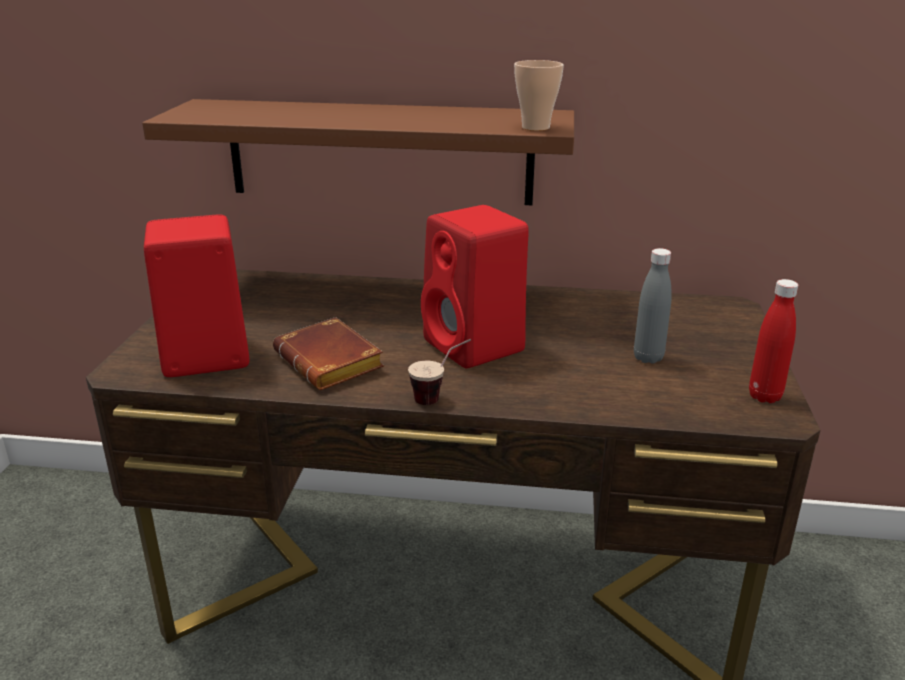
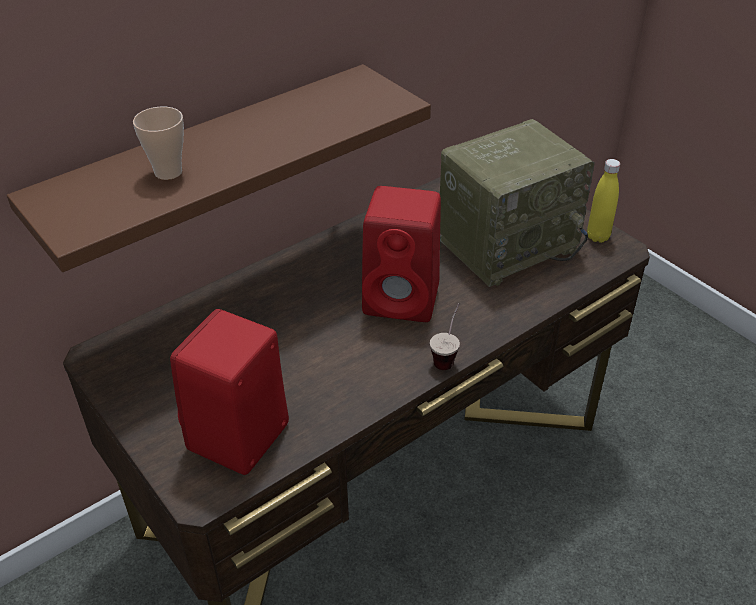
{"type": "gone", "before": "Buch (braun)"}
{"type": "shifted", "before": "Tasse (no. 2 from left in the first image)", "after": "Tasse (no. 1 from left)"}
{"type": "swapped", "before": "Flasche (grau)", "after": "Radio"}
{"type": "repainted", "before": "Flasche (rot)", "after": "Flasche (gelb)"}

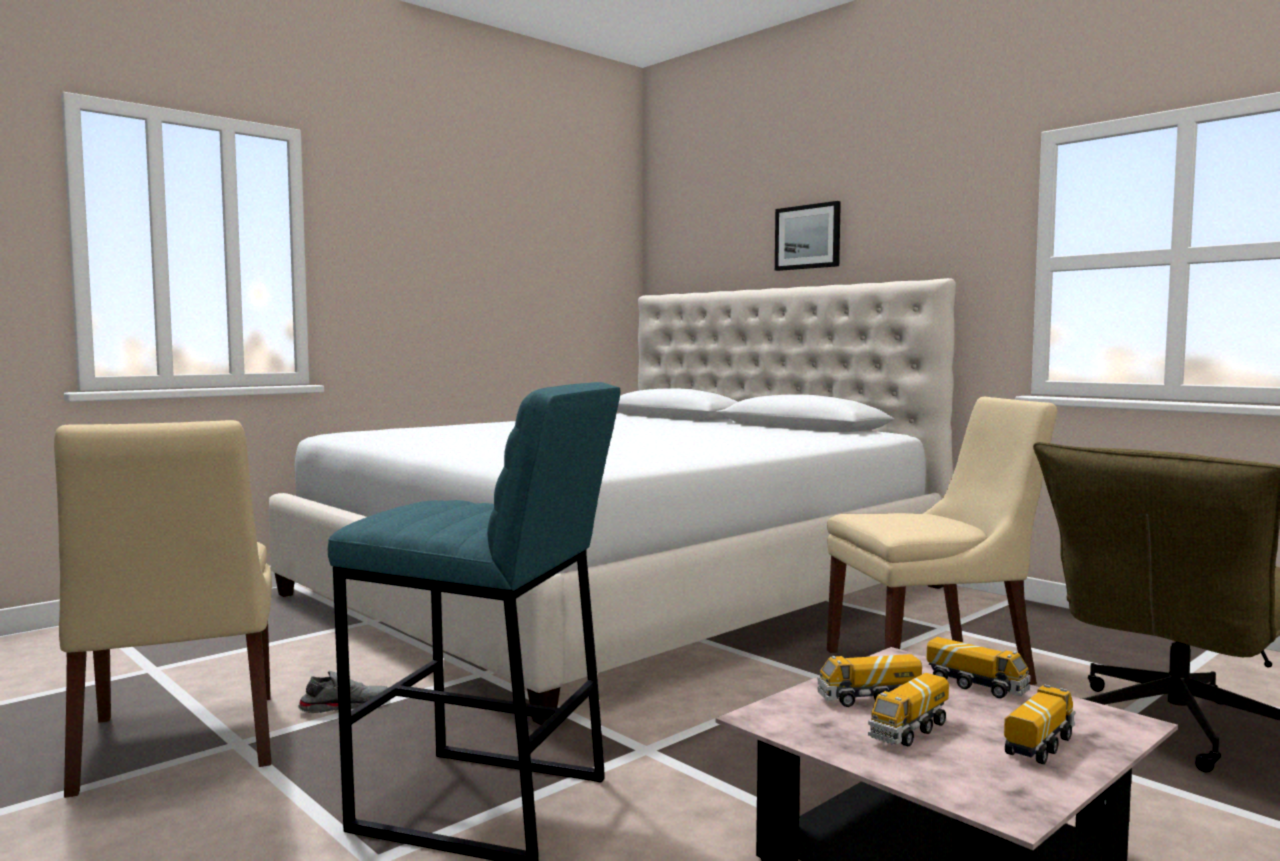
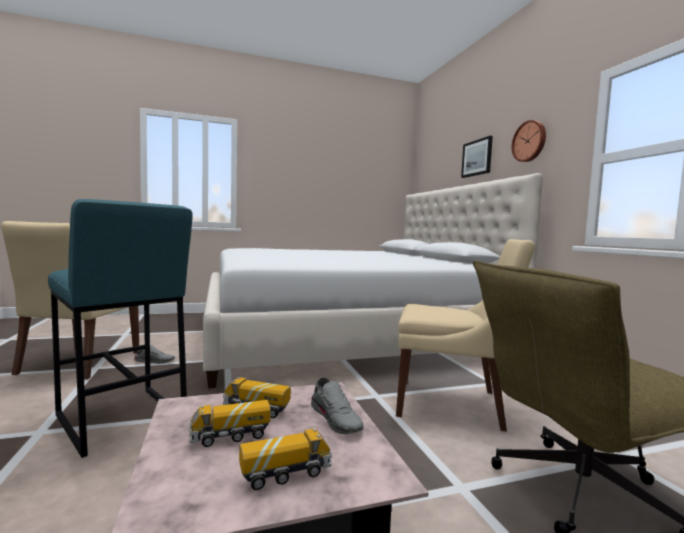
{"type": "new", "after": "Wanduhr"}
{"type": "swapped", "before": "Spielzeuglaster (no. 3 from left)", "after": "Schuh (grau) (no. 2 from left)"}

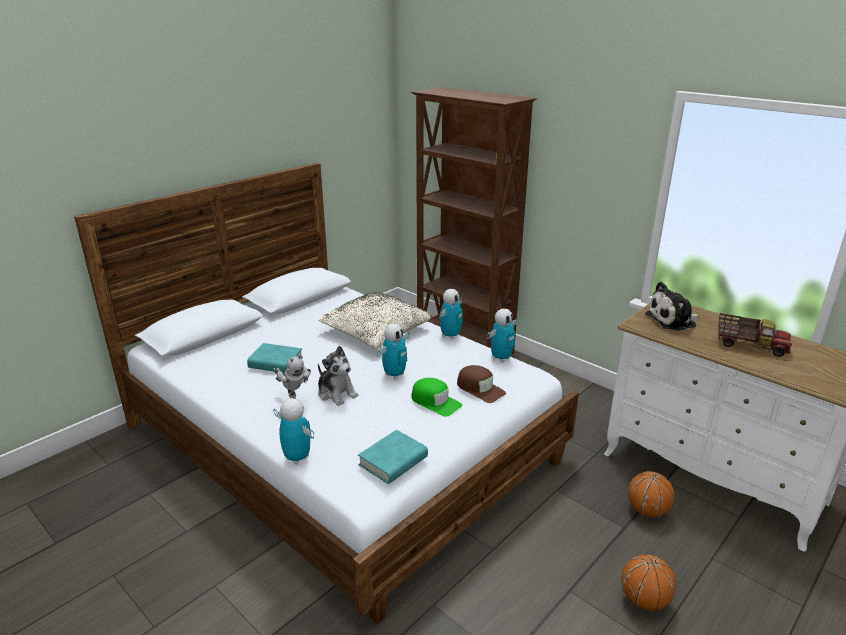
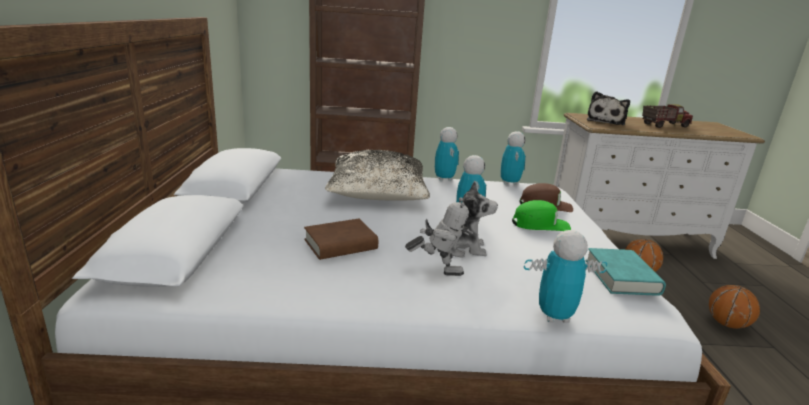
{"type": "repainted", "before": "Buch (türkis) (no. 1 from left)", "after": "Buch (braun)"}

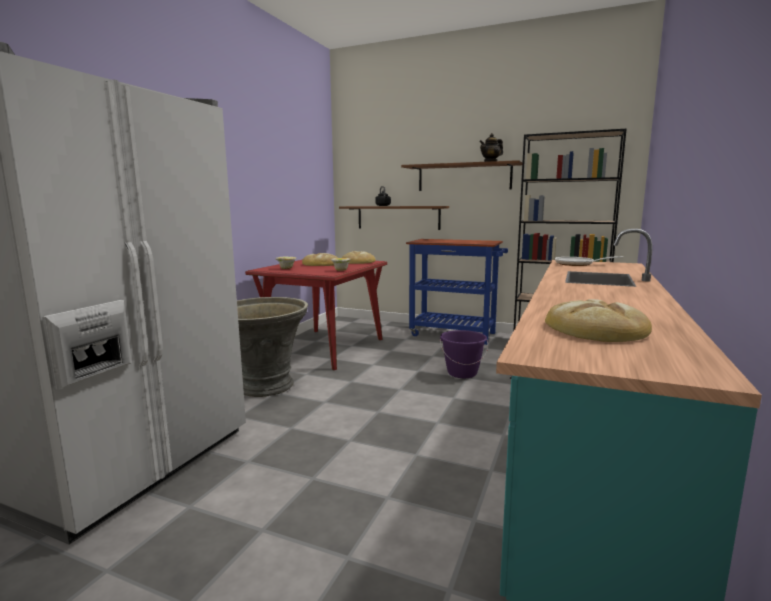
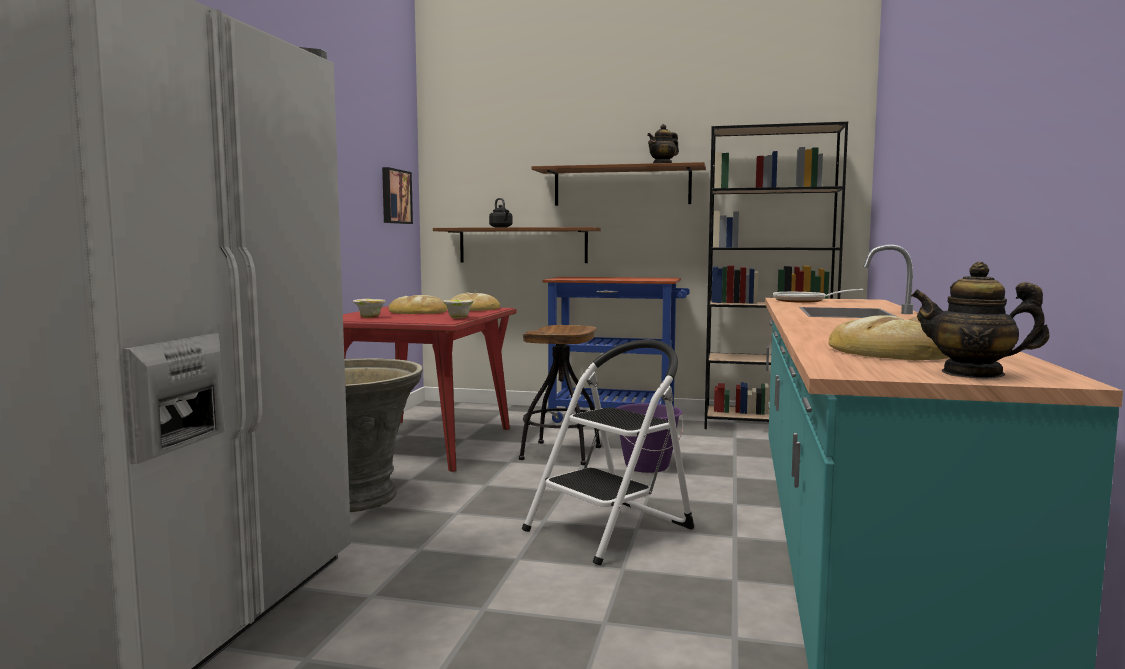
{"type": "new", "after": "Bild"}
{"type": "new", "after": "Hocker (braun)"}
{"type": "new", "after": "Trittleiter"}
{"type": "new", "after": "Teekanne (no. 2 from left)"}

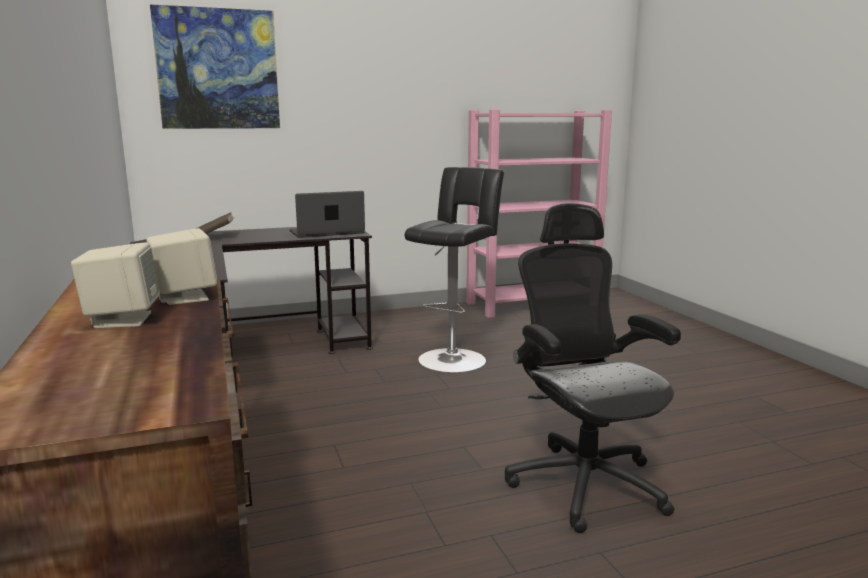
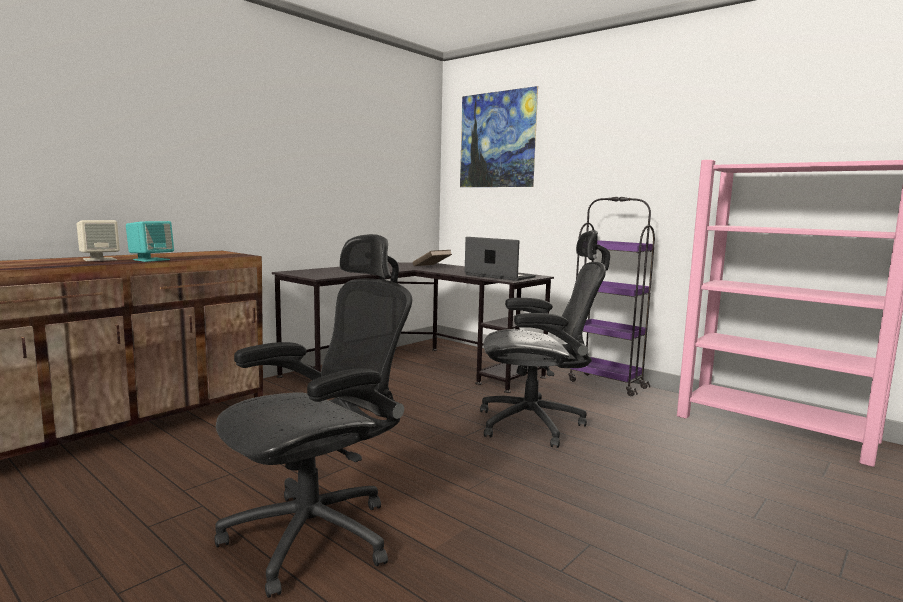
{"type": "new", "after": "Rollwagen (lila)"}
{"type": "swapped", "before": "Hocker (schwarz)", "after": "Bürostuhl (no. 2 from left)"}
{"type": "repainted", "before": "Lautsprecher (beige) (no. 2 from left)", "after": "Lautsprecher (türkis)"}

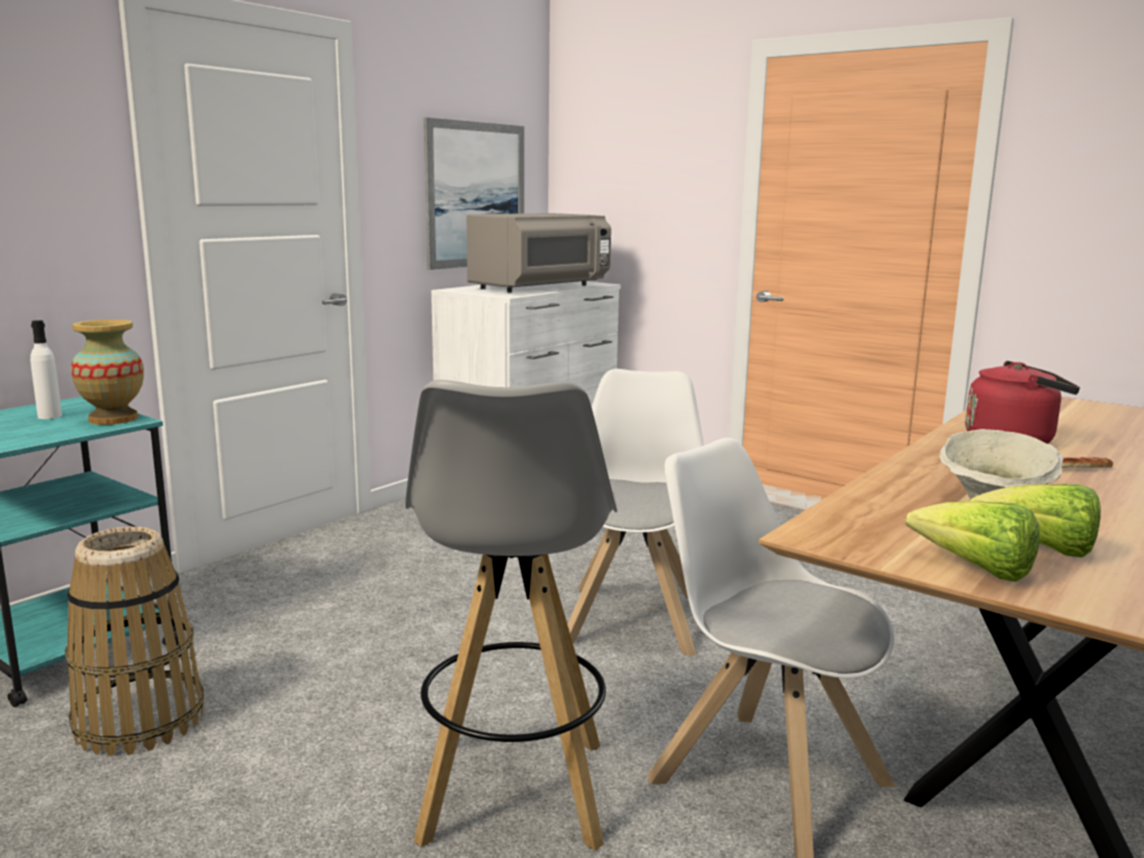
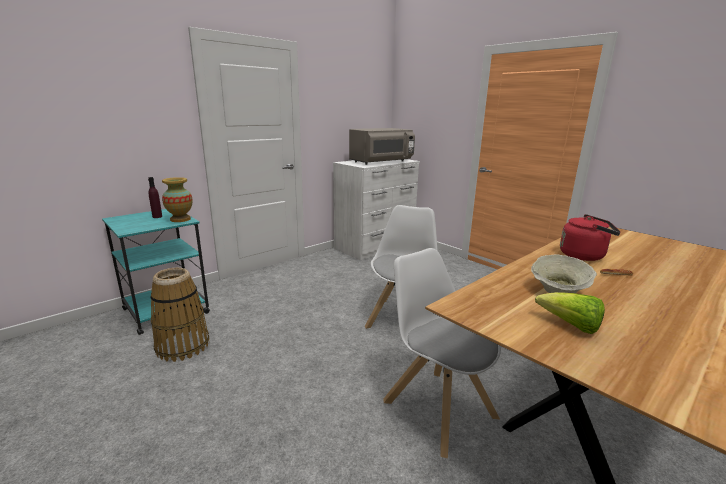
{"type": "gone", "before": "Hocker (grau)"}
{"type": "gone", "before": "Bild"}
{"type": "gone", "before": "Salatkopf (no. 1 from left)"}
{"type": "repainted", "before": "Flasche (weiß)", "after": "Flasche (lila)"}

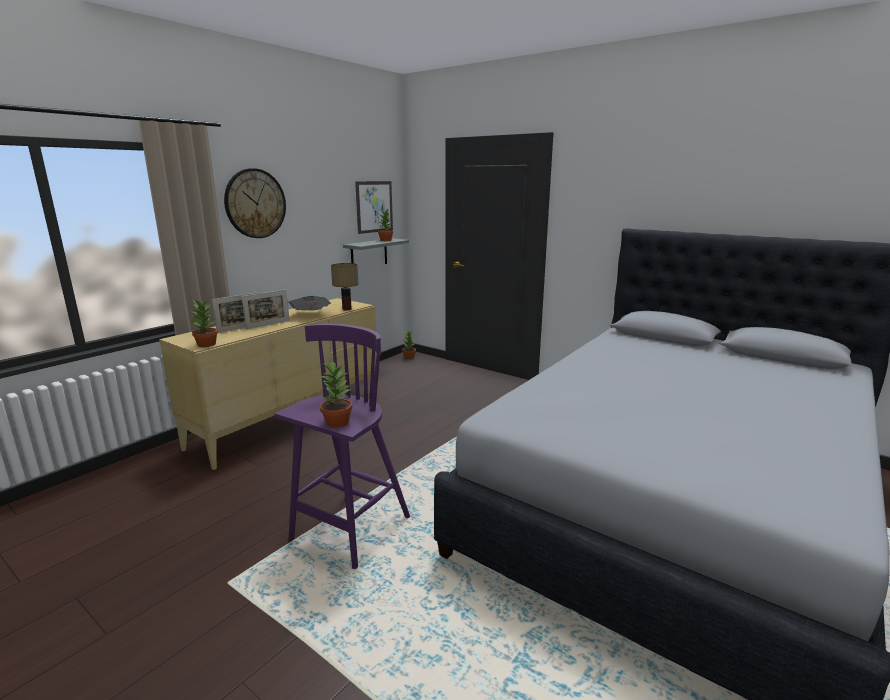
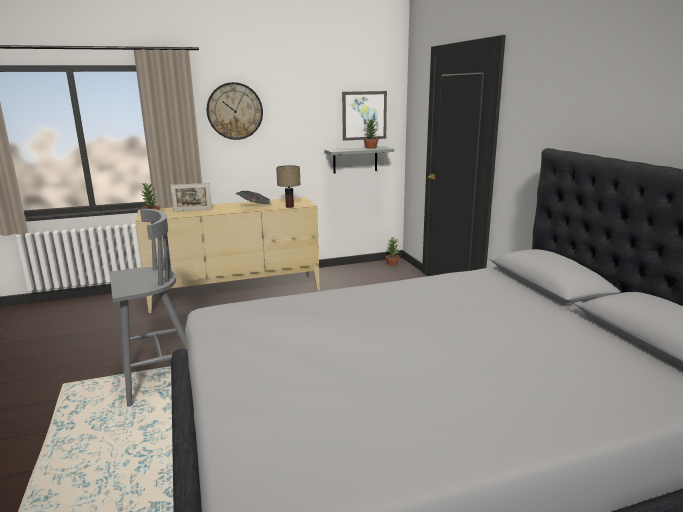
{"type": "gone", "before": "Bilderrahmen (no. 2 from left)"}
{"type": "gone", "before": "Topfpflanze (no. 2 from left)"}
{"type": "repainted", "before": "Hocker (lila)", "after": "Hocker (grau)"}

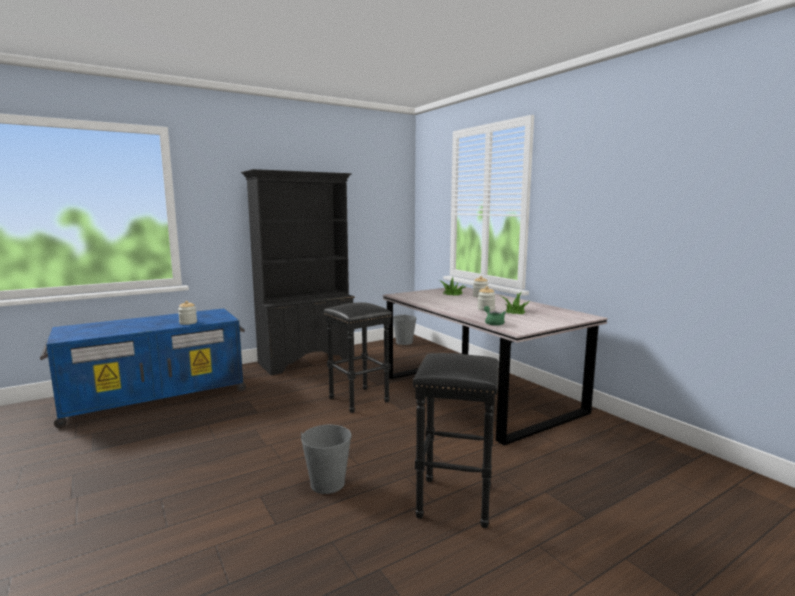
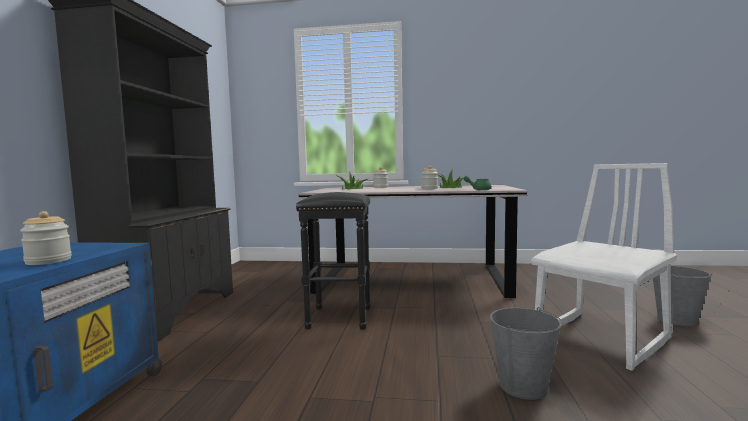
{"type": "shifted", "before": "Eimer (grau) (no. 2 from left)"}
{"type": "swapped", "before": "Hocker (schwarz) (no. 2 from left)", "after": "Stuhl (weiß)"}

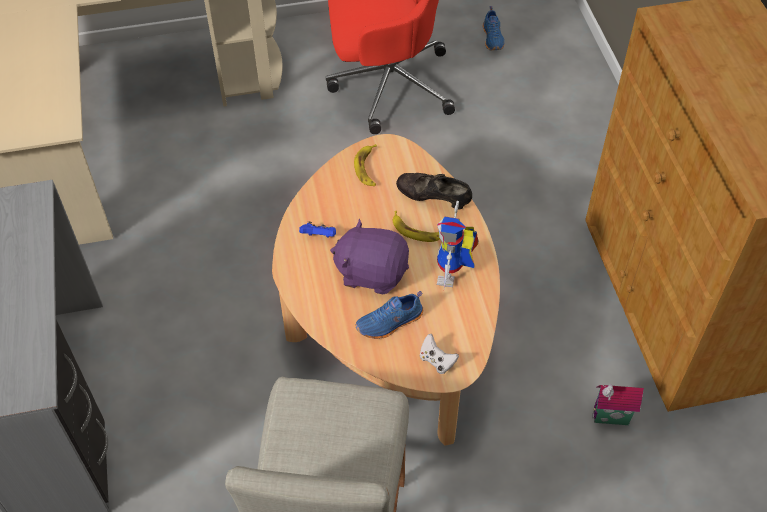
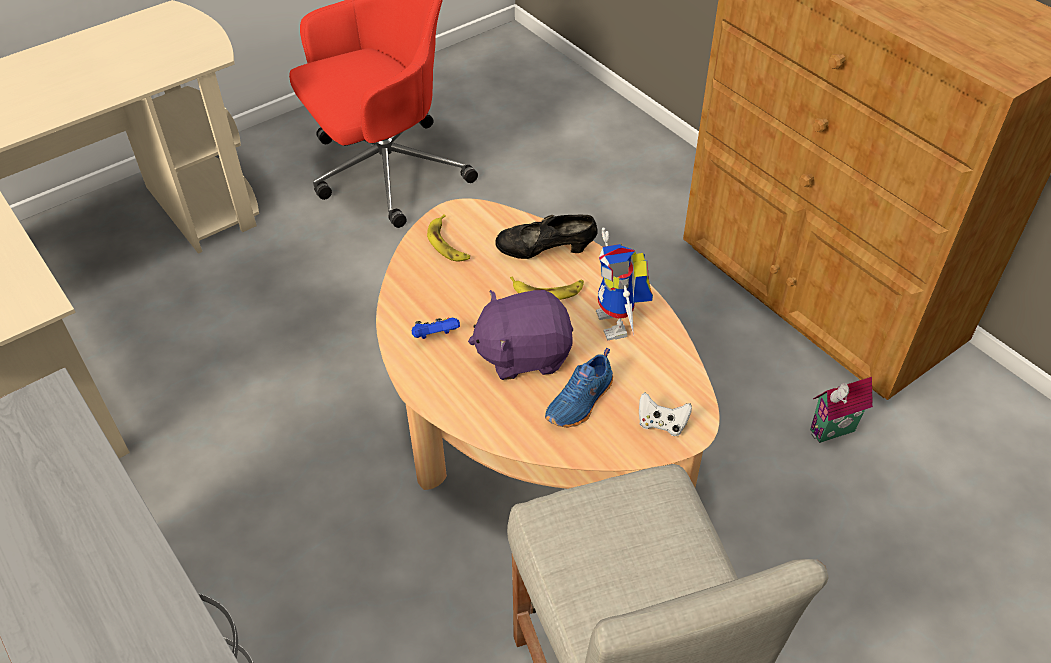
{"type": "gone", "before": "Schuh (blau) (no. 2 from left)"}

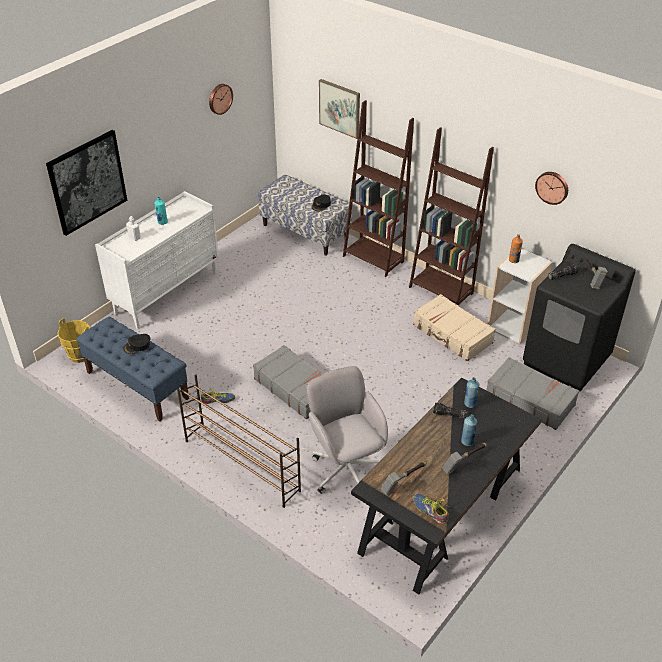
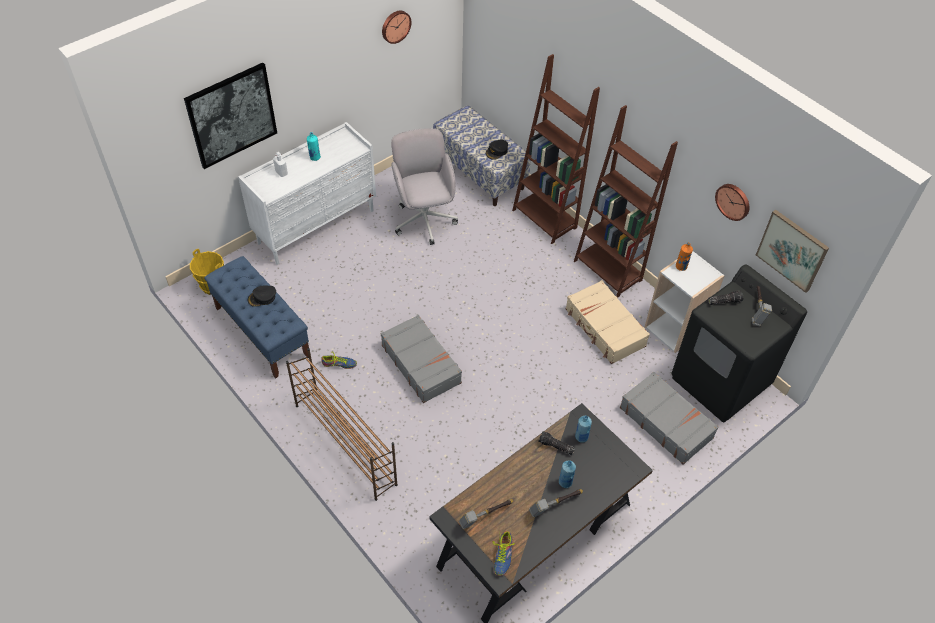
{"type": "shifted", "before": "Bürostuhl (grau)"}
{"type": "shifted", "before": "Bild (no. 2 from left)"}
{"type": "rotated", "before": "Schuh (no. 2 from left)", "turn": -135}

